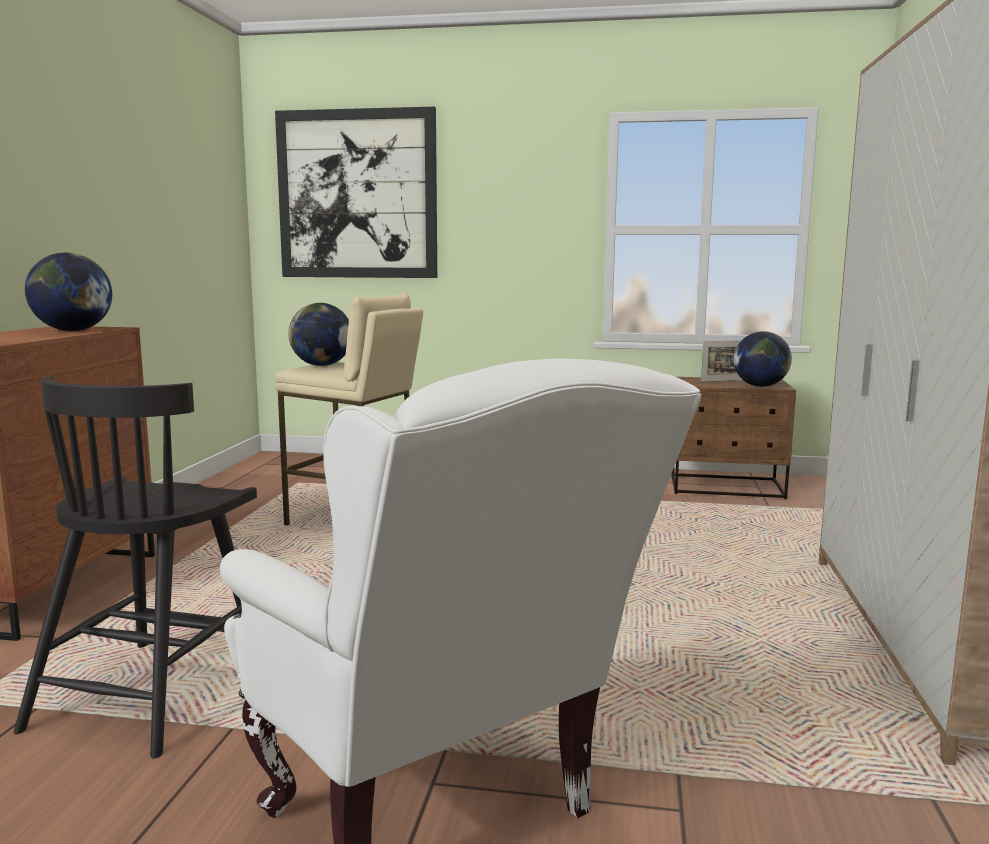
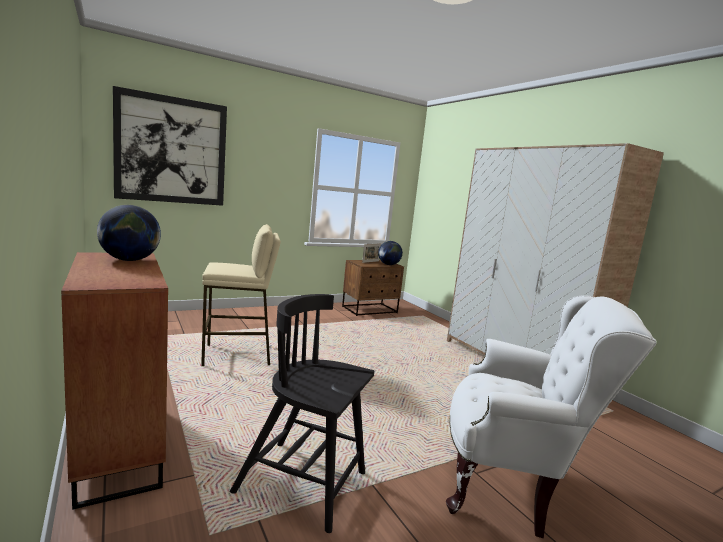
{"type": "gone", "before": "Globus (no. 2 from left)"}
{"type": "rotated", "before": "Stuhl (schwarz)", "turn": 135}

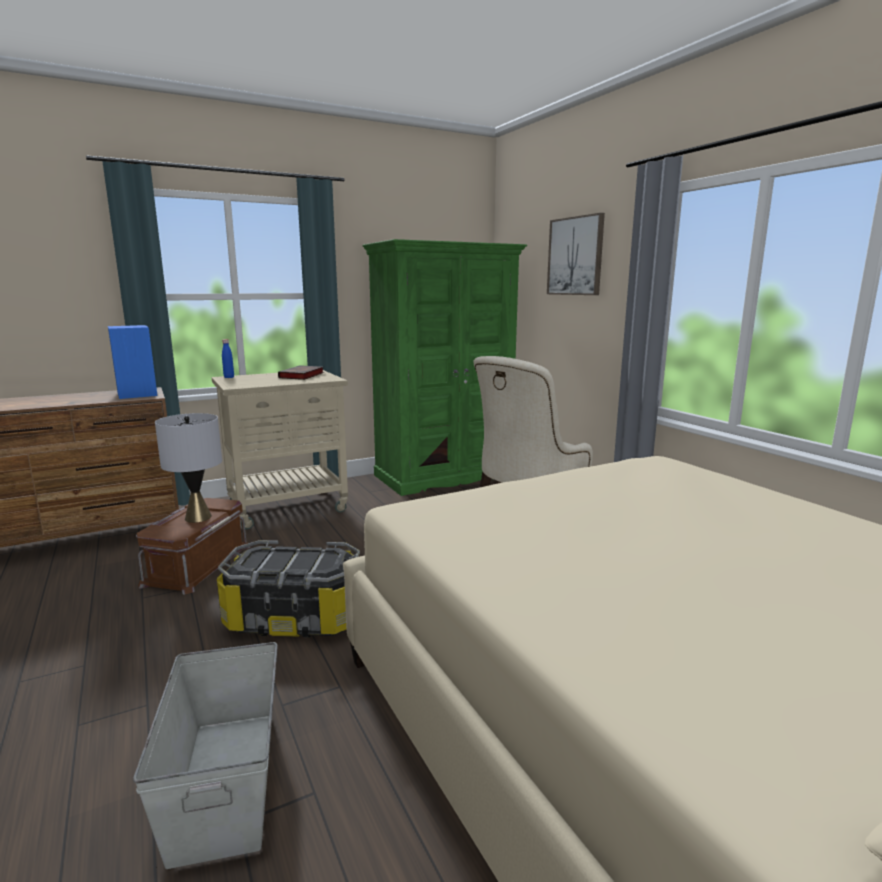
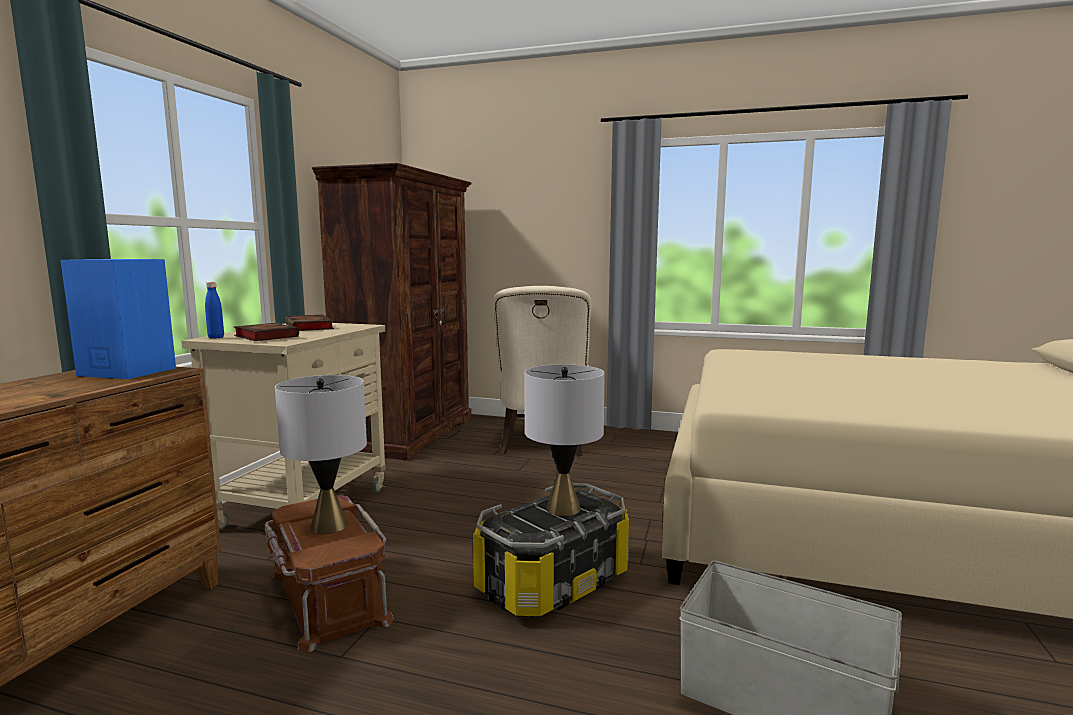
{"type": "gone", "before": "Bild"}
{"type": "new", "after": "Buch (no. 1 from left)"}
{"type": "new", "after": "Tischlampe (grau) (no. 2 from left)"}
{"type": "repainted", "before": "Kleiderschrank (grün)", "after": "Kleiderschrank (braun)"}

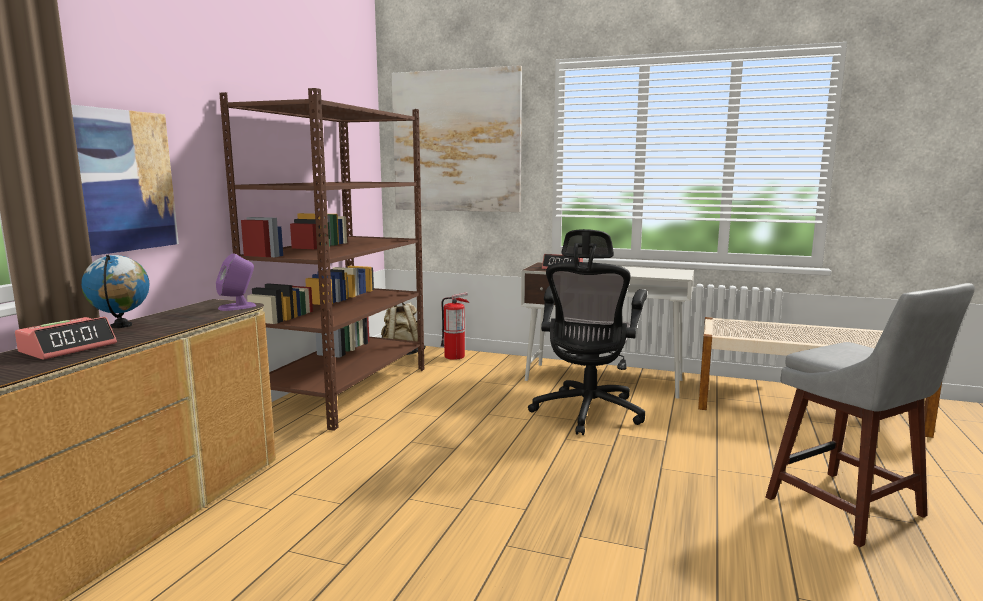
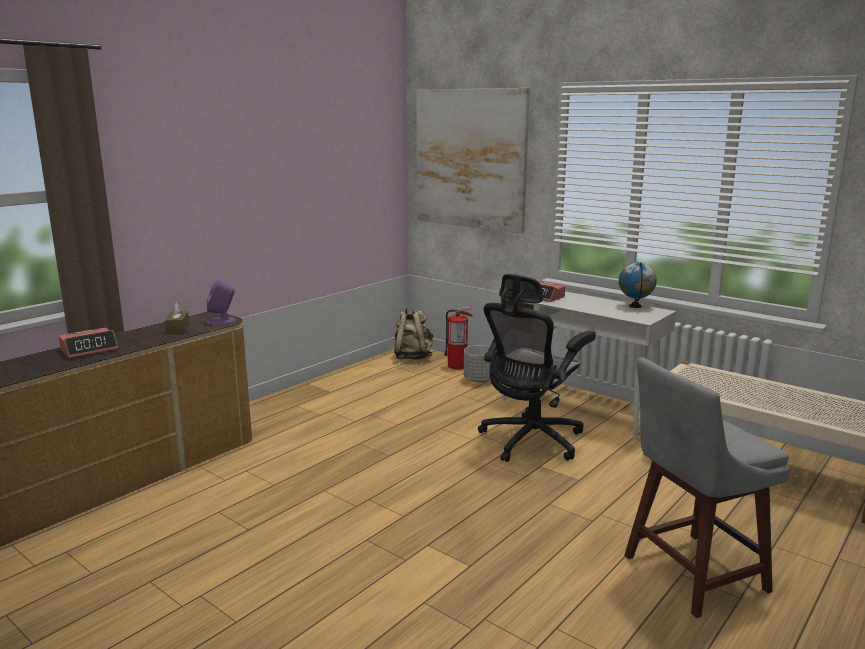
{"type": "gone", "before": "Bild (no. 1 from left)"}
{"type": "gone", "before": "Bücherregal (braun)"}
{"type": "new", "after": "Taschentuchbox (braun)"}
{"type": "new", "after": "Pflanzkübel (grau)"}
{"type": "shifted", "before": "Globus"}
{"type": "rotated", "before": "Stuhl (grau)", "turn": 75}

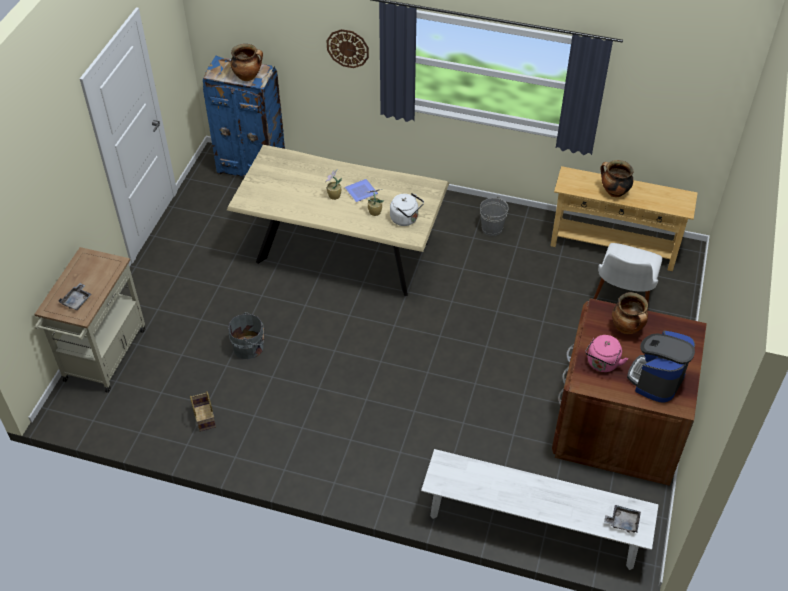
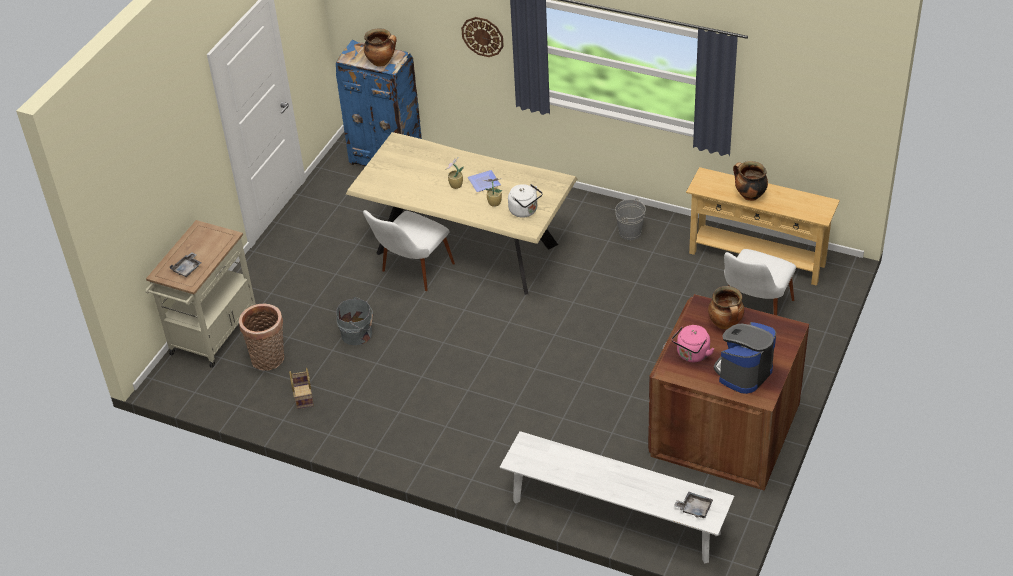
{"type": "new", "after": "Korb (no. 1 from left)"}
{"type": "new", "after": "Stuhl (weiß) (no. 1 from left)"}

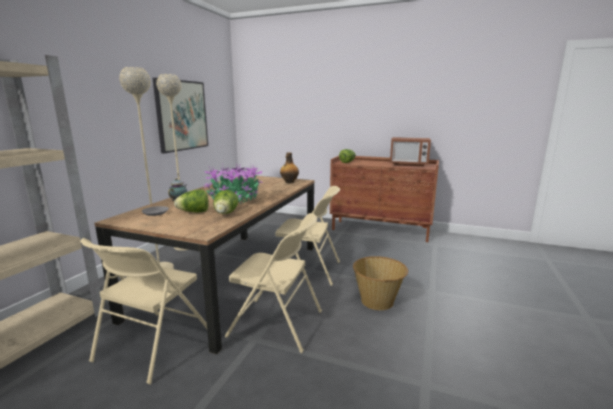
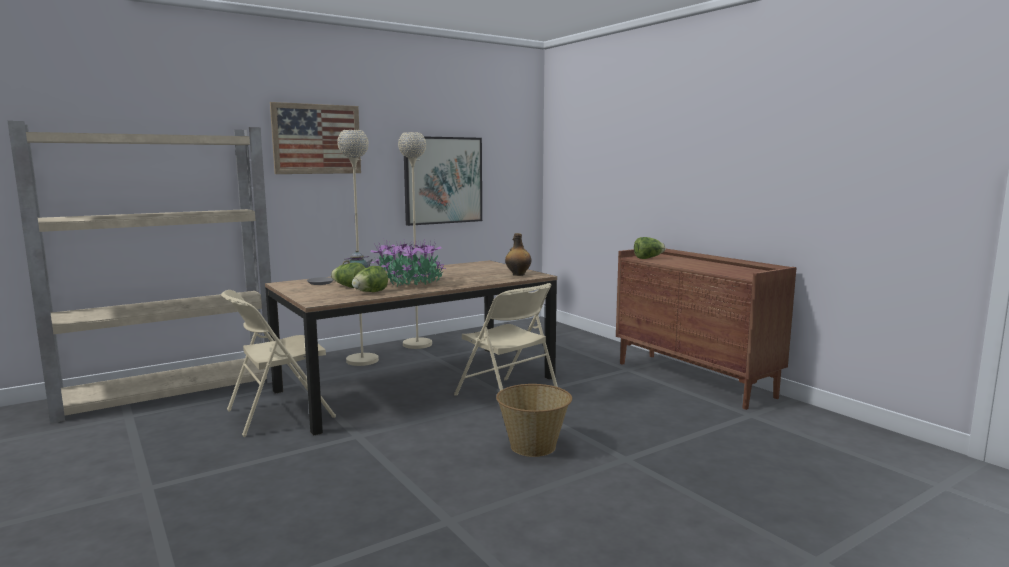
{"type": "gone", "before": "Stuhl (beige) (no. 2 from left)"}
{"type": "gone", "before": "Mikrowelle"}
{"type": "new", "after": "Bild (no. 1 from left)"}

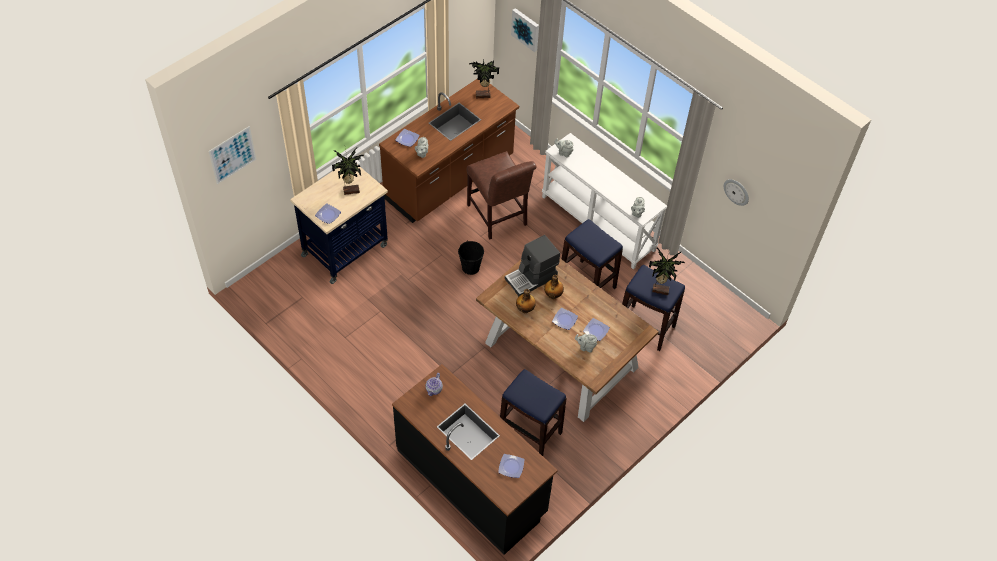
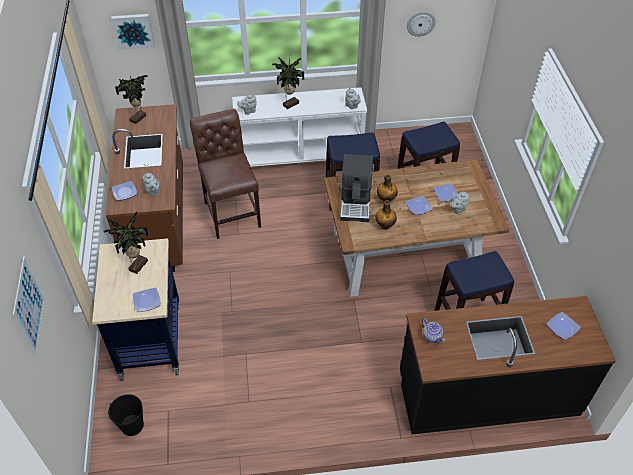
{"type": "shifted", "before": "Eimer (schwarz)"}
{"type": "shifted", "before": "Topfpflanze (no. 3 from left)"}
{"type": "rotated", "before": "Stuhl (braun)", "turn": -120}

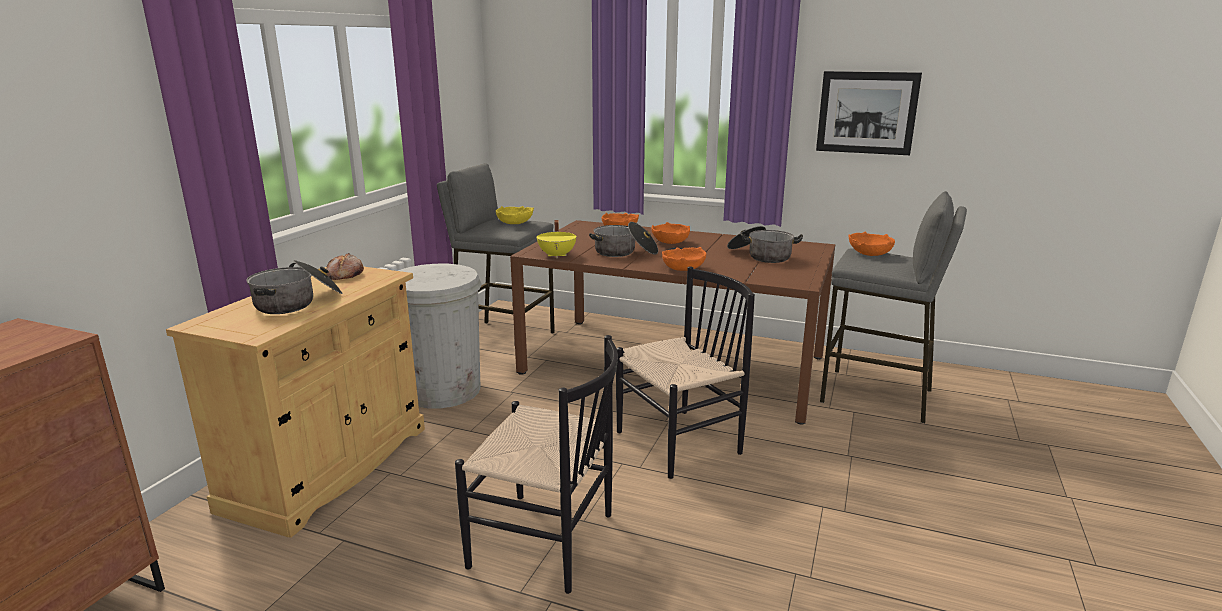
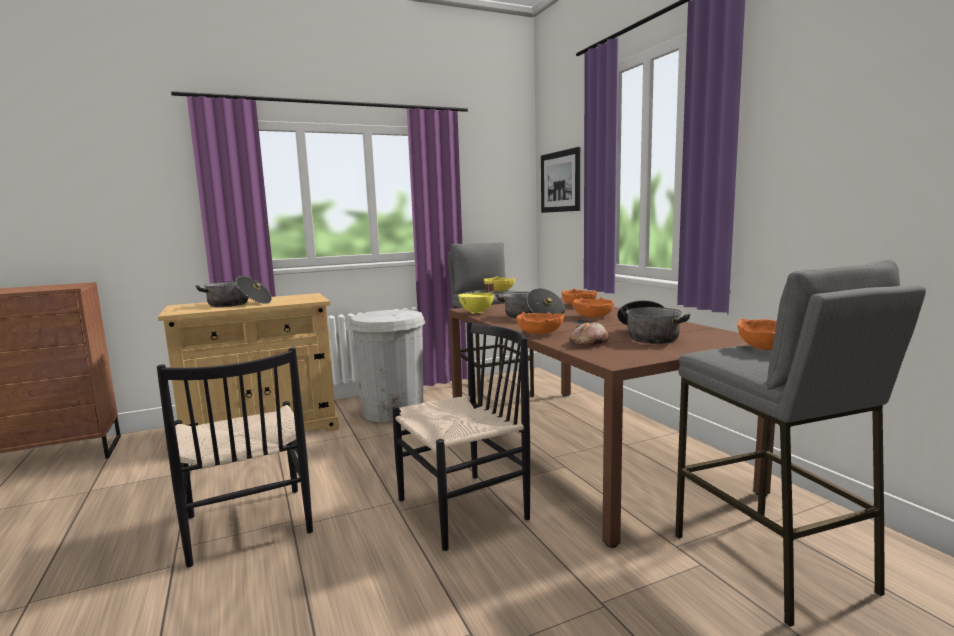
{"type": "shifted", "before": "Brot"}
{"type": "shifted", "before": "Bild"}
{"type": "rotated", "before": "Stuhl (schwarz) (no. 2 from left)", "turn": -45}

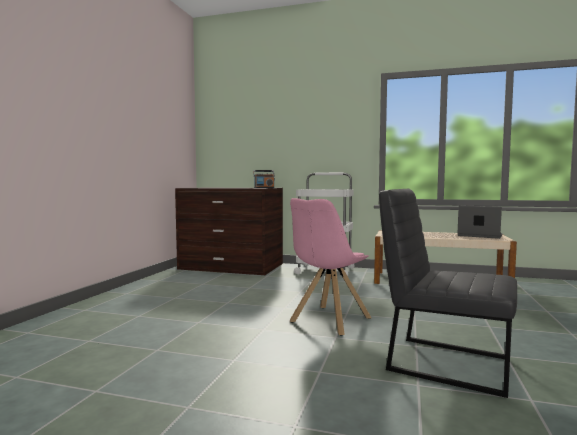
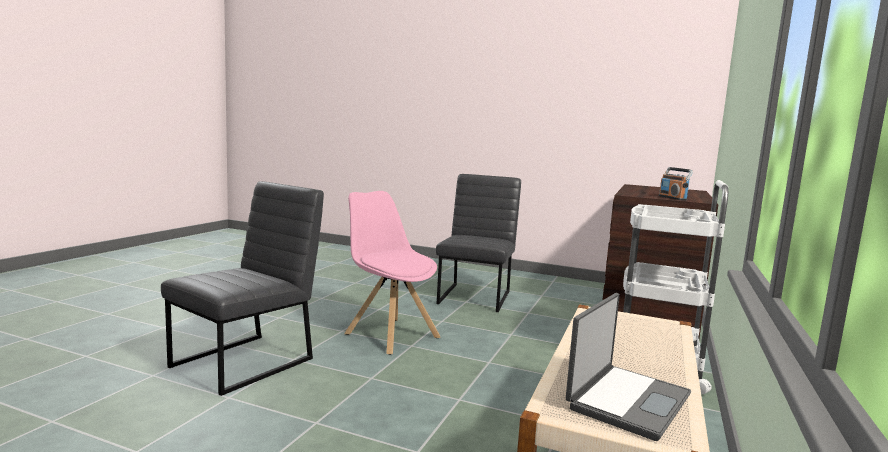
{"type": "new", "after": "Stuhl (grau) (no. 2 from left)"}

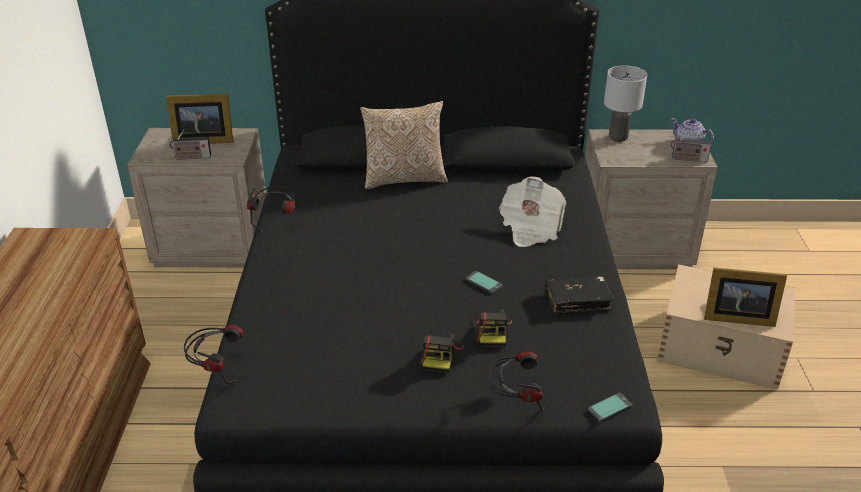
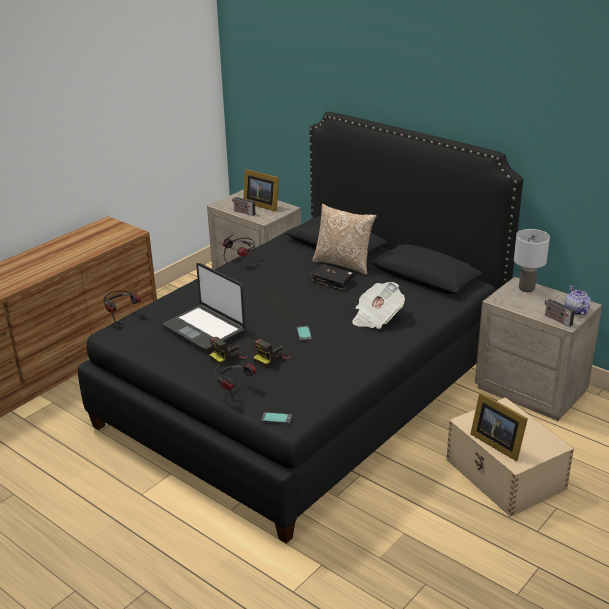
{"type": "new", "after": "Laptop"}
{"type": "shifted", "before": "Buch (schwarz)"}

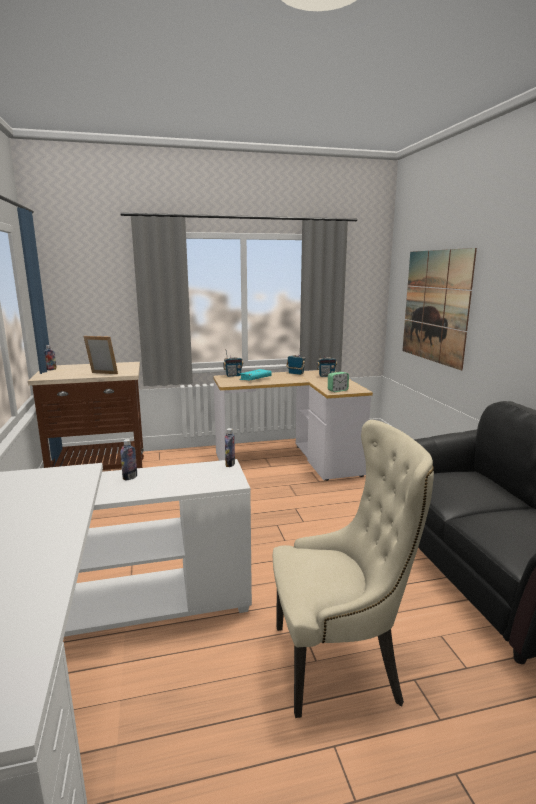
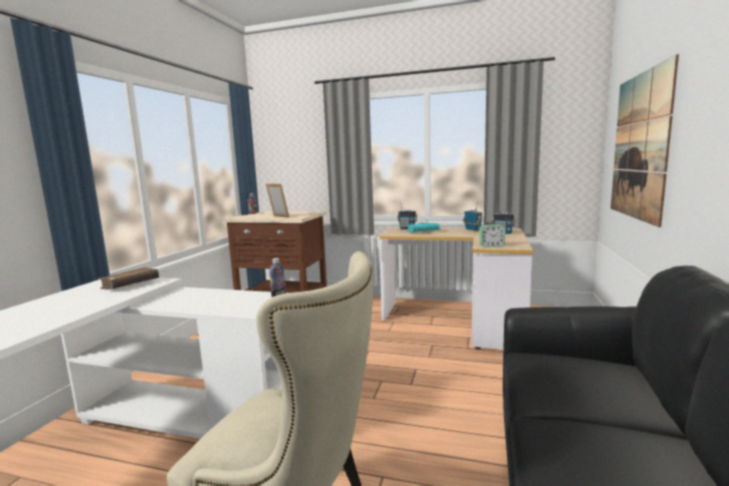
{"type": "gone", "before": "Flasche (no. 2 from left)"}
{"type": "new", "after": "Buch (braun)"}

